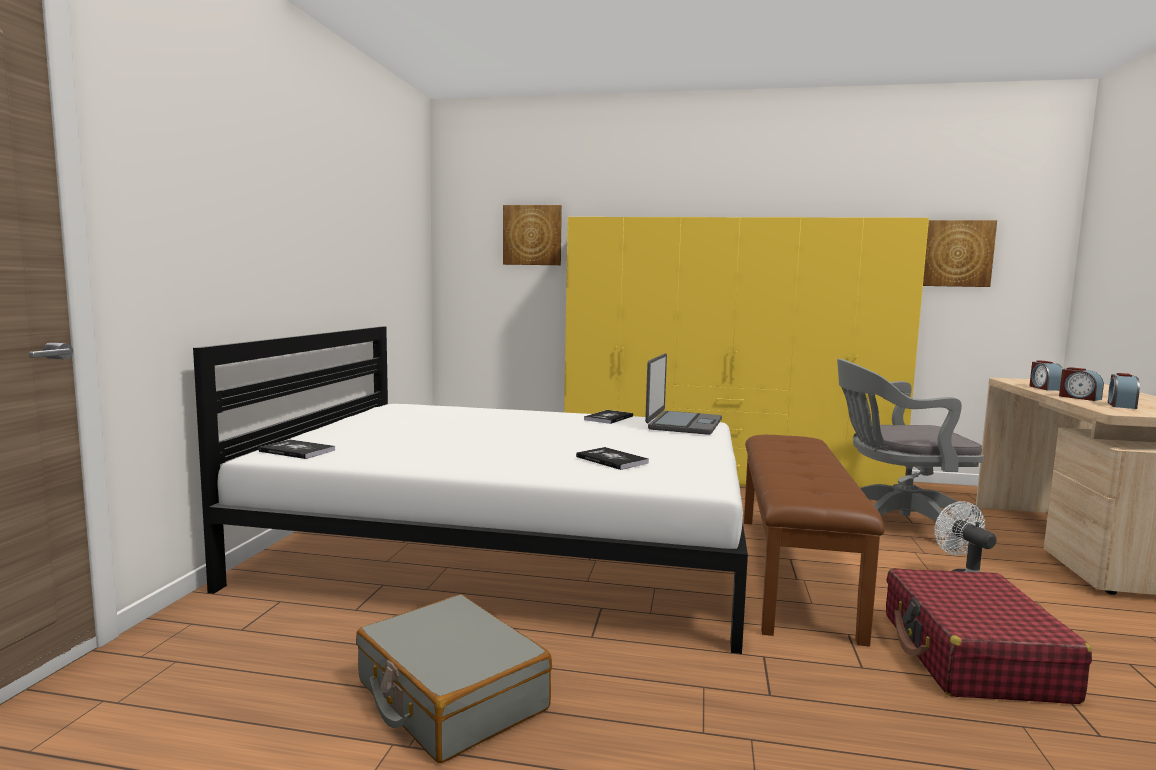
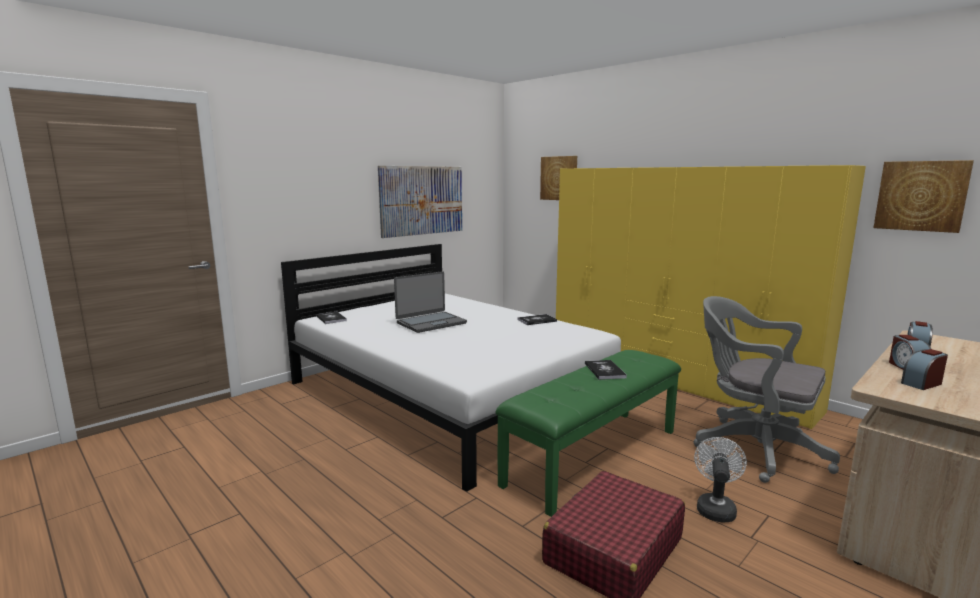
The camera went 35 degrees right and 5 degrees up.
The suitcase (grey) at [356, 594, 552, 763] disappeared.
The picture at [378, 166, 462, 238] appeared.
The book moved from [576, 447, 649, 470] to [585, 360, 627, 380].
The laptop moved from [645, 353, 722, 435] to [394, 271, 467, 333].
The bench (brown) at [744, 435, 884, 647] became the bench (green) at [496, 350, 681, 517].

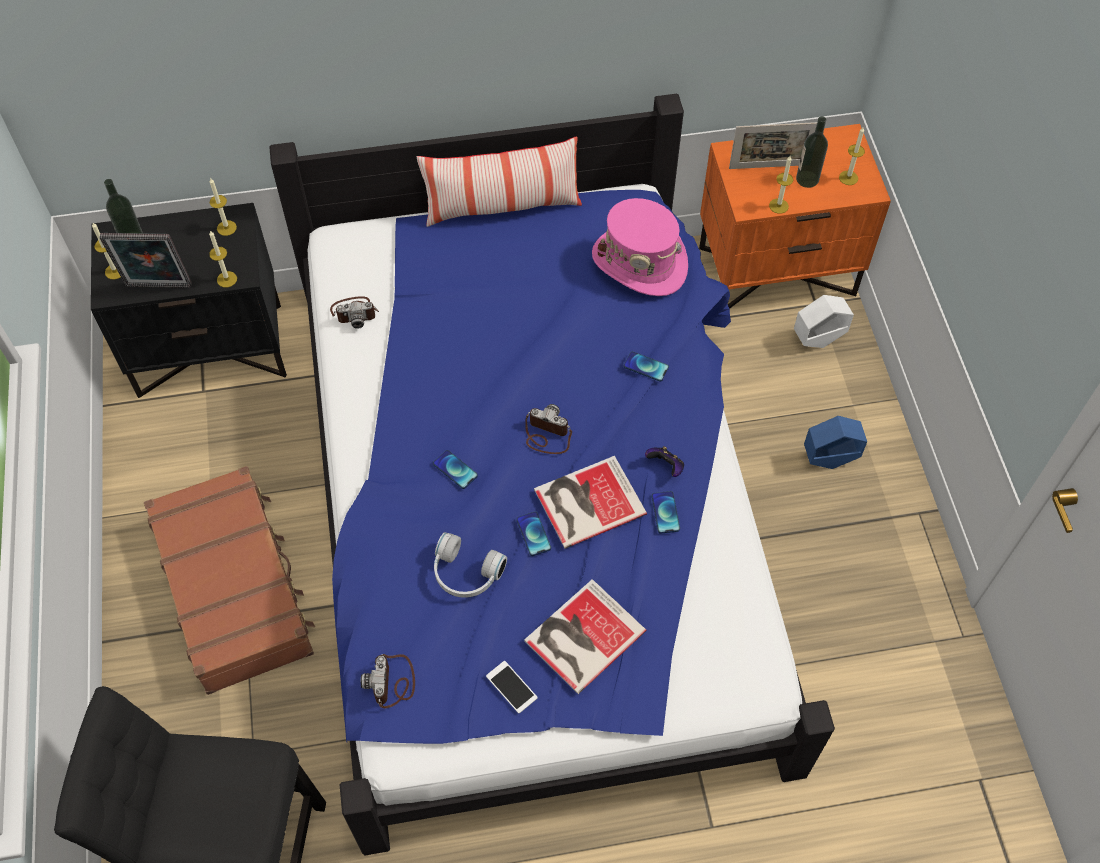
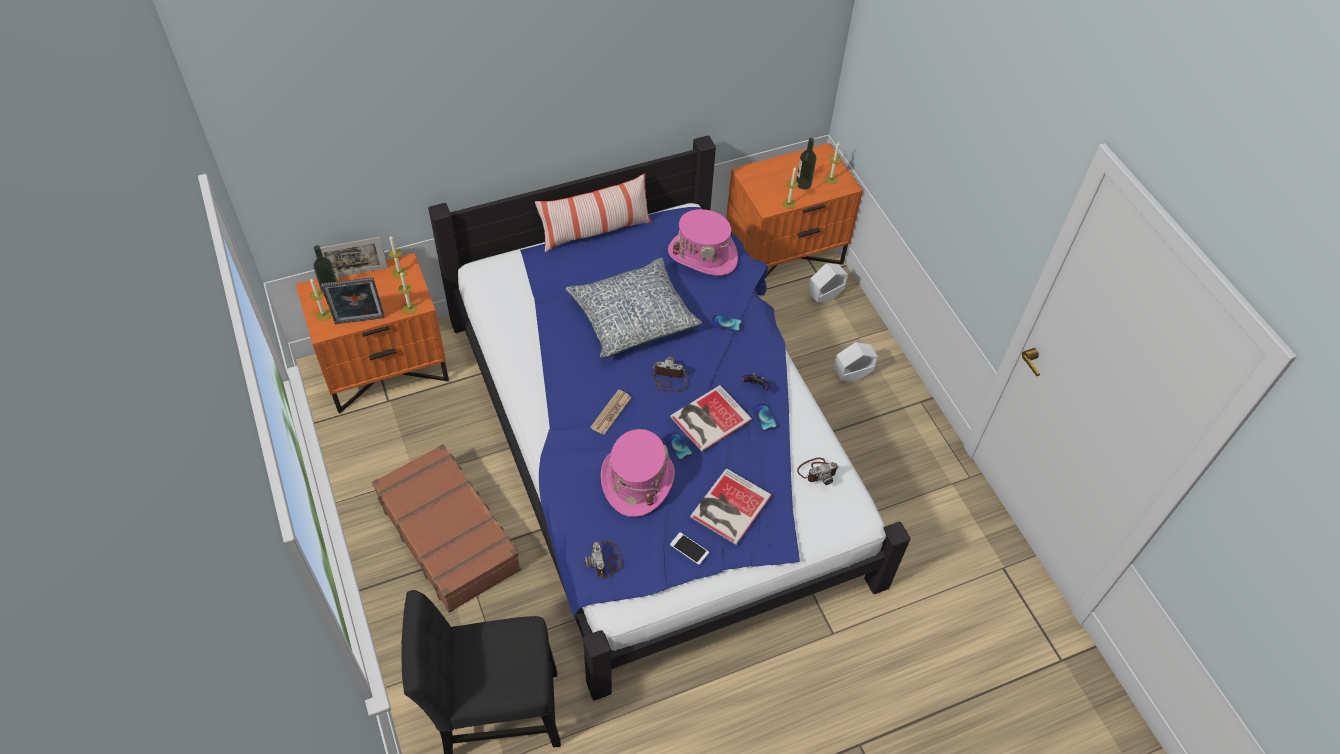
The camera went 15 degrees left and 5 degrees down.
The pillow at [565, 258, 702, 359] appeared.
The photo camera moved from [330, 296, 379, 329] to [797, 458, 838, 485].
The picture frame moved from [729, 122, 817, 169] to [320, 237, 388, 278].
The phone at [433, 450, 478, 489] was replaced by the newspaper at [590, 390, 632, 435].
The headphones (white) at [434, 532, 507, 598] was replaced by the hat (pink) at [601, 429, 675, 517].
The nightstand (black) at [91, 203, 287, 398] became the nightstand (orange) at [296, 253, 449, 413].
The planter (blue) at [804, 416, 867, 469] became the planter (white) at [834, 342, 878, 382].

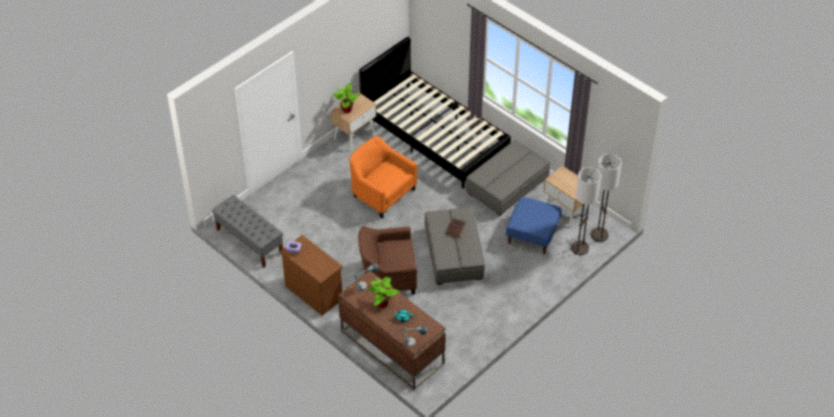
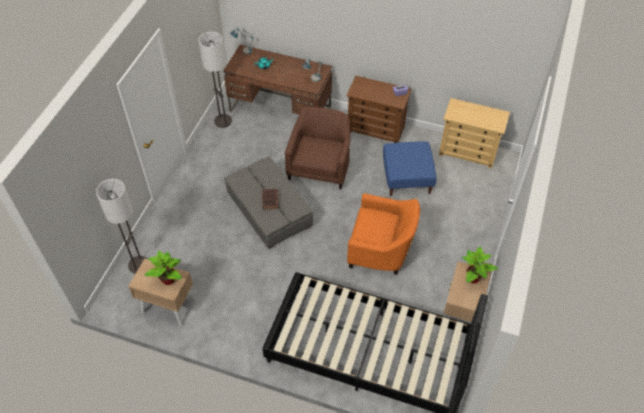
The camera went 155 degrees right and 5 degrees up.
The ottoman (grey) at [466, 140, 550, 216] disappeared.
The potted plant moved from [368, 276, 400, 308] to [145, 250, 182, 285].
The ottoman (blue) moved from [506, 197, 562, 254] to [383, 141, 437, 196].
The floor lamp moved from [591, 154, 622, 242] to [198, 32, 232, 128].
The bench (grey) at [212, 195, 283, 268] was replaced by the dresser (beige) at [439, 98, 510, 168].
The armchair (brown) at [358, 226, 417, 294] turned 45 degrees counterclockwise.

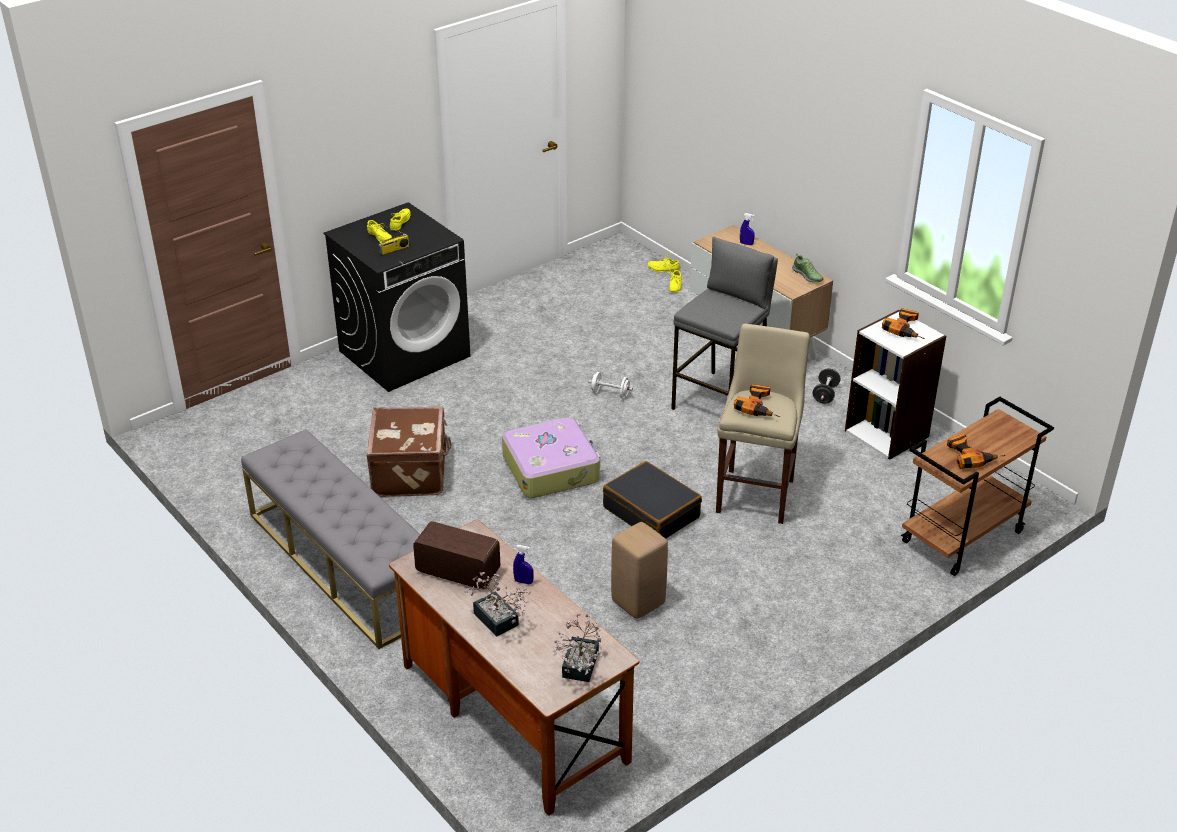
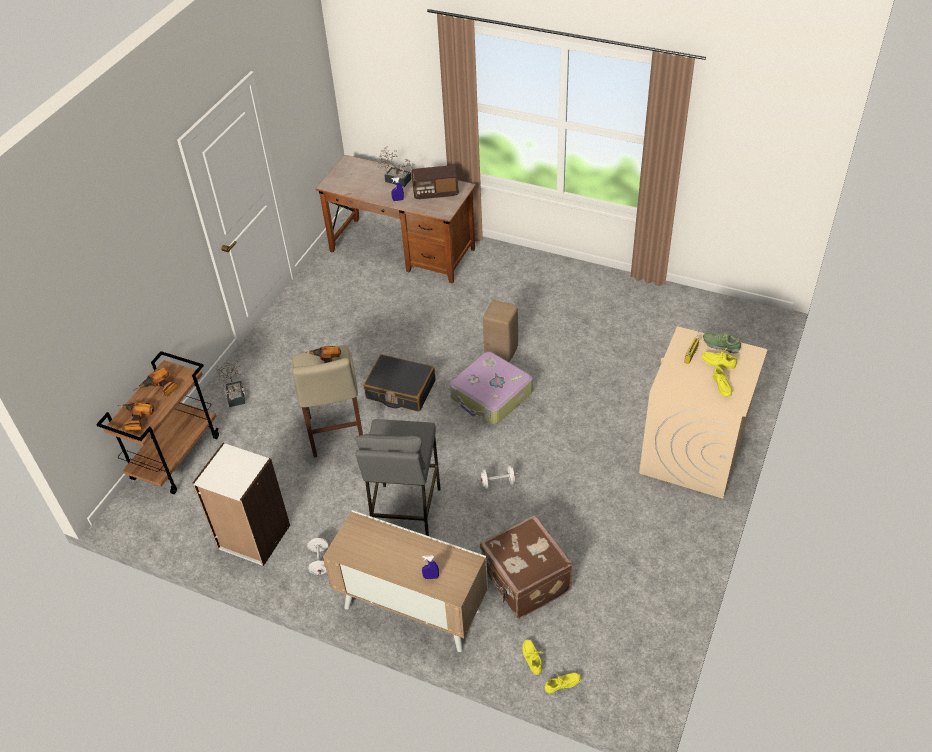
The camera went 155 degrees right and 10 degrees up.
The bench (grey) at [241, 429, 420, 649] disappeared.
The suitcase (brown) moved from [367, 406, 452, 497] to [480, 515, 573, 619].
The potted plant moved from [552, 613, 603, 682] to [215, 360, 246, 407].
The stool (beige) moved from [611, 522, 668, 619] to [483, 301, 518, 362].
The shoe moved from [792, 253, 823, 282] to [703, 333, 742, 353].
The power drill moved from [882, 308, 925, 339] to [117, 402, 154, 431].
The washing machine (black) at [324, 202, 470, 392] became the washing machine (beige) at [639, 326, 768, 499].
The dumbbell (black) at [813, 368, 841, 404] became the dumbbell (white) at [307, 538, 328, 575].

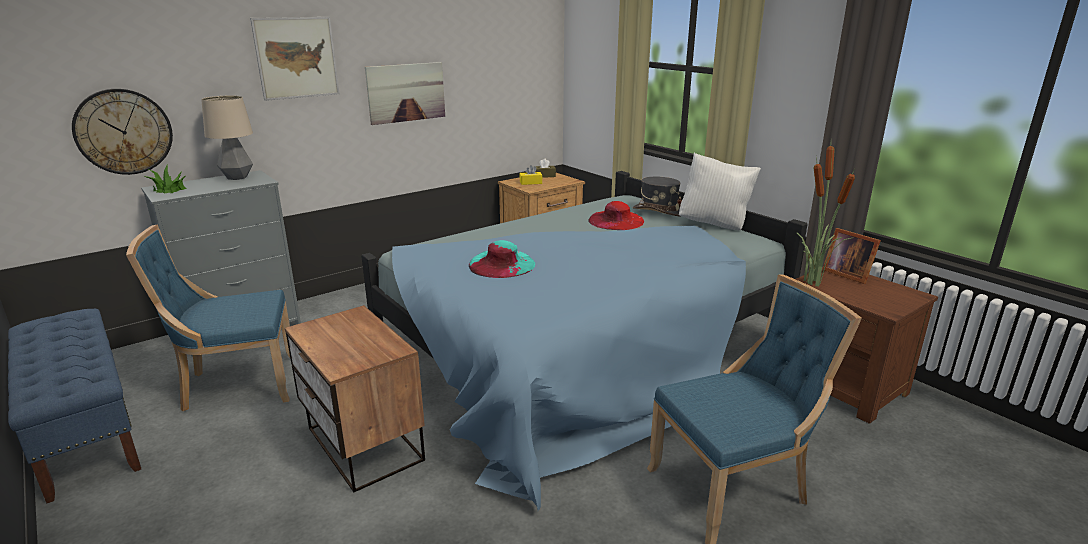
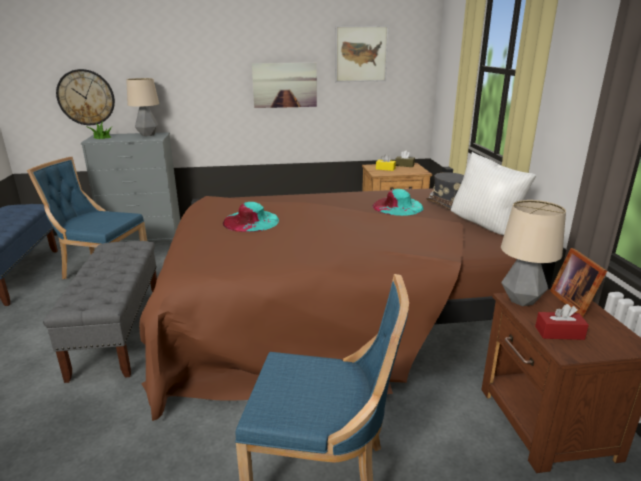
The camera went 30 degrees right and 0 degrees up.
The tissue box (red) at [535, 304, 589, 340] appeared.
The picture moved from [250, 17, 340, 101] to [335, 25, 389, 82].
The nightstand at [285, 305, 425, 492] was replaced by the bench (grey) at [43, 241, 157, 383].
The potted plant at [797, 144, 855, 287] was replaced by the table lamp at [501, 200, 566, 306].
The bed (blue) at [361, 171, 808, 511] became the bed (brown) at [139, 167, 555, 421].
The hat (red) at [588, 201, 644, 230] became the hat (turquoise) at [372, 189, 424, 216].

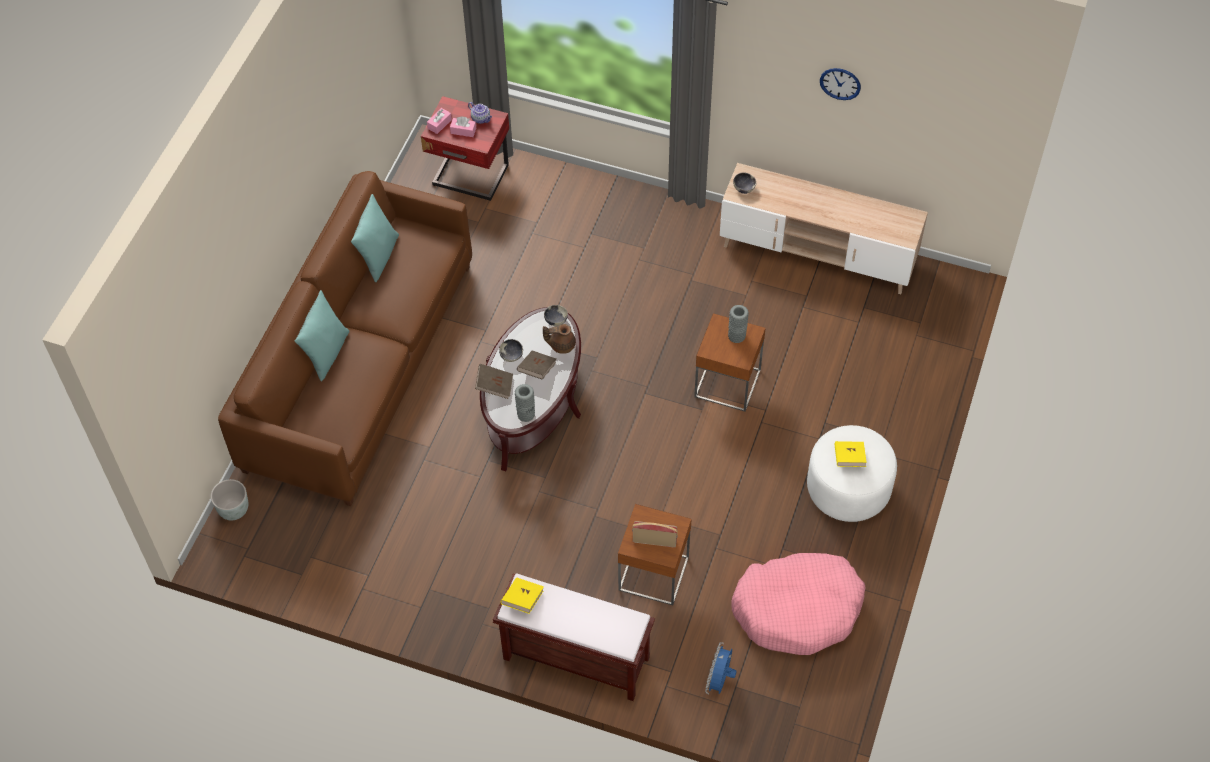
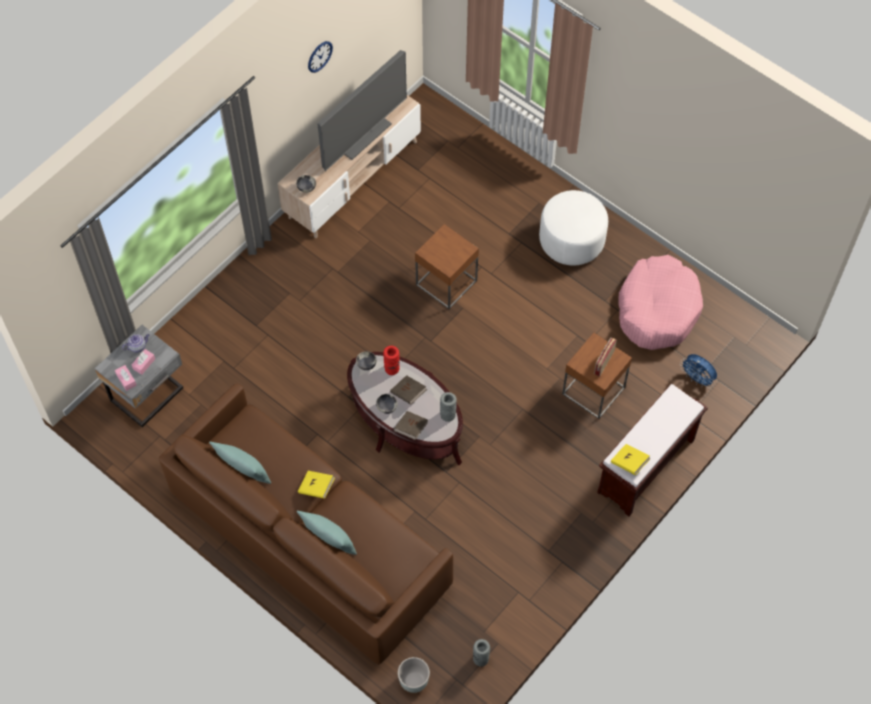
The camera went 70 degrees left and 5 degrees up.
The television at [317, 50, 407, 171] appeared.
The vase (grey) moved from [728, 305, 749, 343] to [473, 639, 490, 667].
The book (yellow) moved from [834, 441, 867, 467] to [298, 471, 335, 499].
The teapot (brown) at [543, 324, 576, 354] was replaced by the vase (red) at [383, 346, 400, 375].
The nightstand (red) at [421, 96, 509, 201] became the nightstand (grey) at [95, 325, 183, 427].

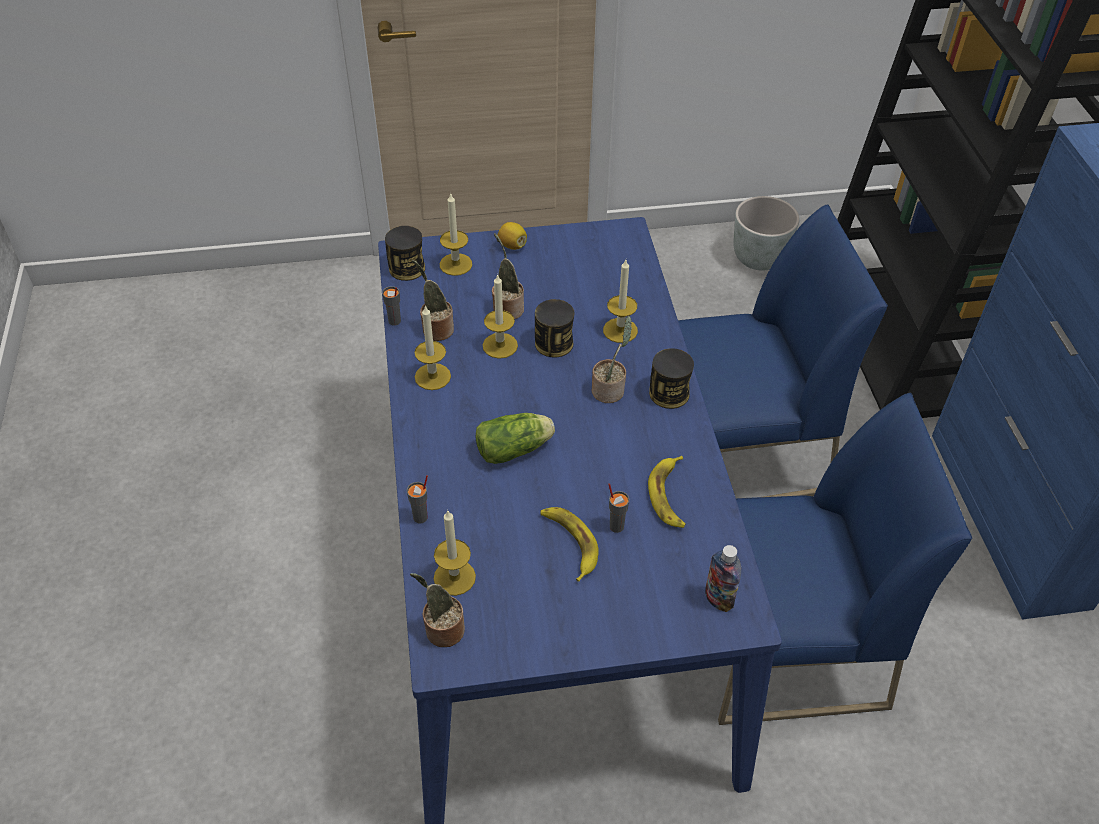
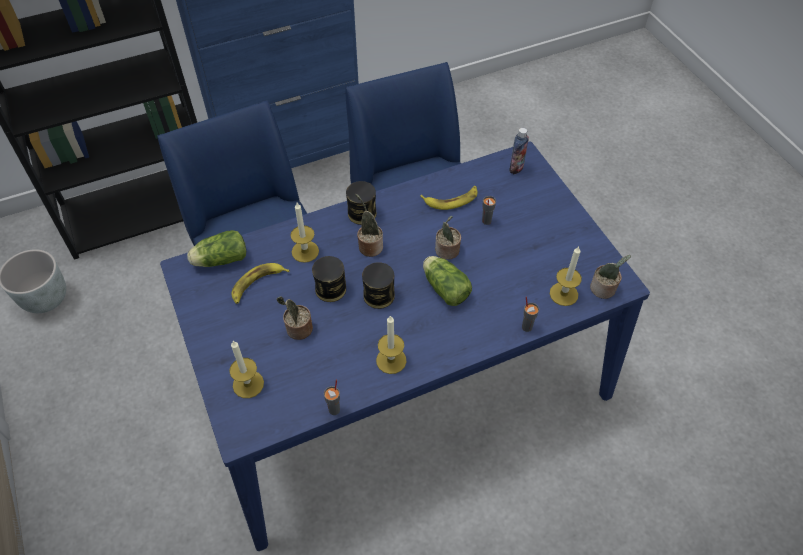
The camera went 105 degrees left and 5 degrees up.
The candle at [483, 274, 518, 359] disappeared.
The lemon at [498, 222, 527, 250] disappeared.
The lettuce at [187, 230, 246, 267] appeared.
The can moved from [385, 226, 425, 281] to [362, 262, 395, 309].
The potted plant moved from [412, 260, 454, 341] to [435, 216, 461, 260].
The banana moved from [541, 507, 598, 582] to [231, 263, 290, 304].

